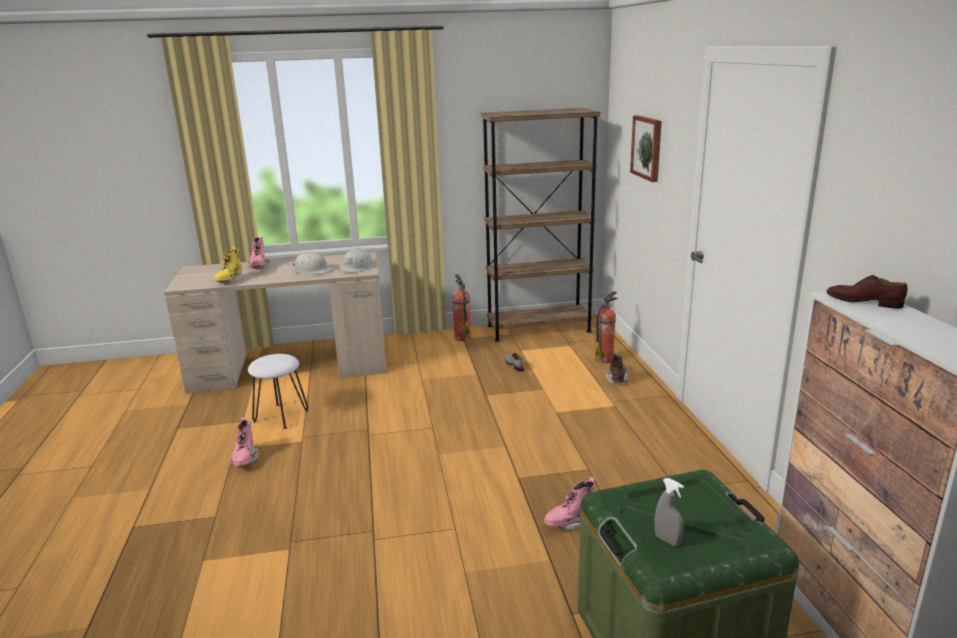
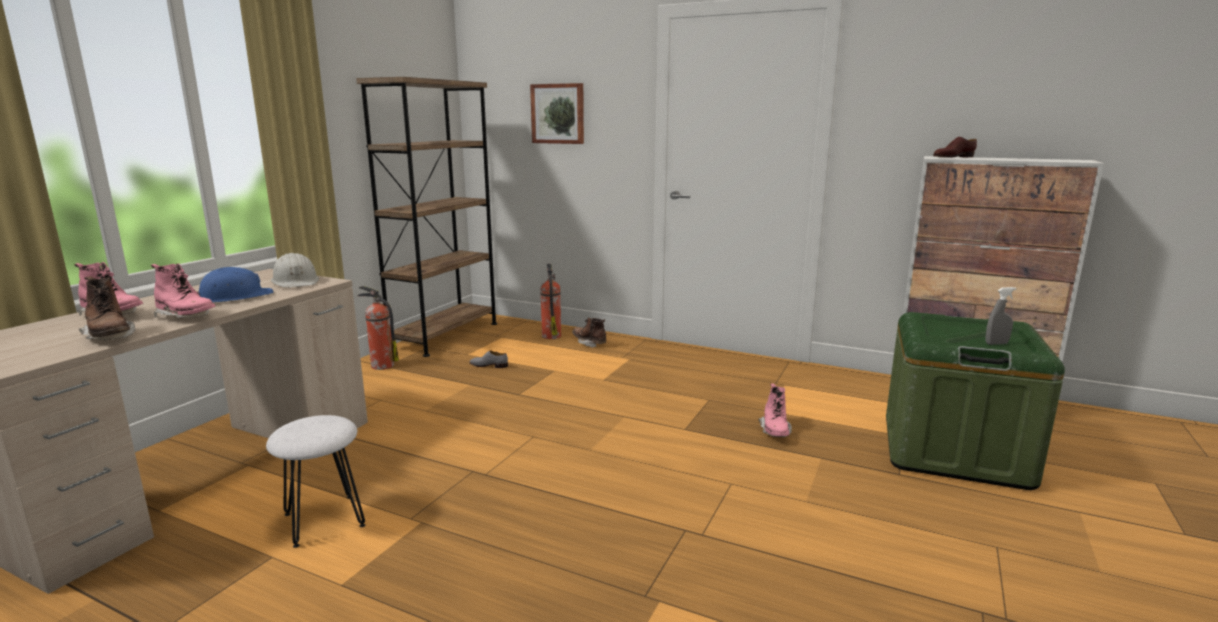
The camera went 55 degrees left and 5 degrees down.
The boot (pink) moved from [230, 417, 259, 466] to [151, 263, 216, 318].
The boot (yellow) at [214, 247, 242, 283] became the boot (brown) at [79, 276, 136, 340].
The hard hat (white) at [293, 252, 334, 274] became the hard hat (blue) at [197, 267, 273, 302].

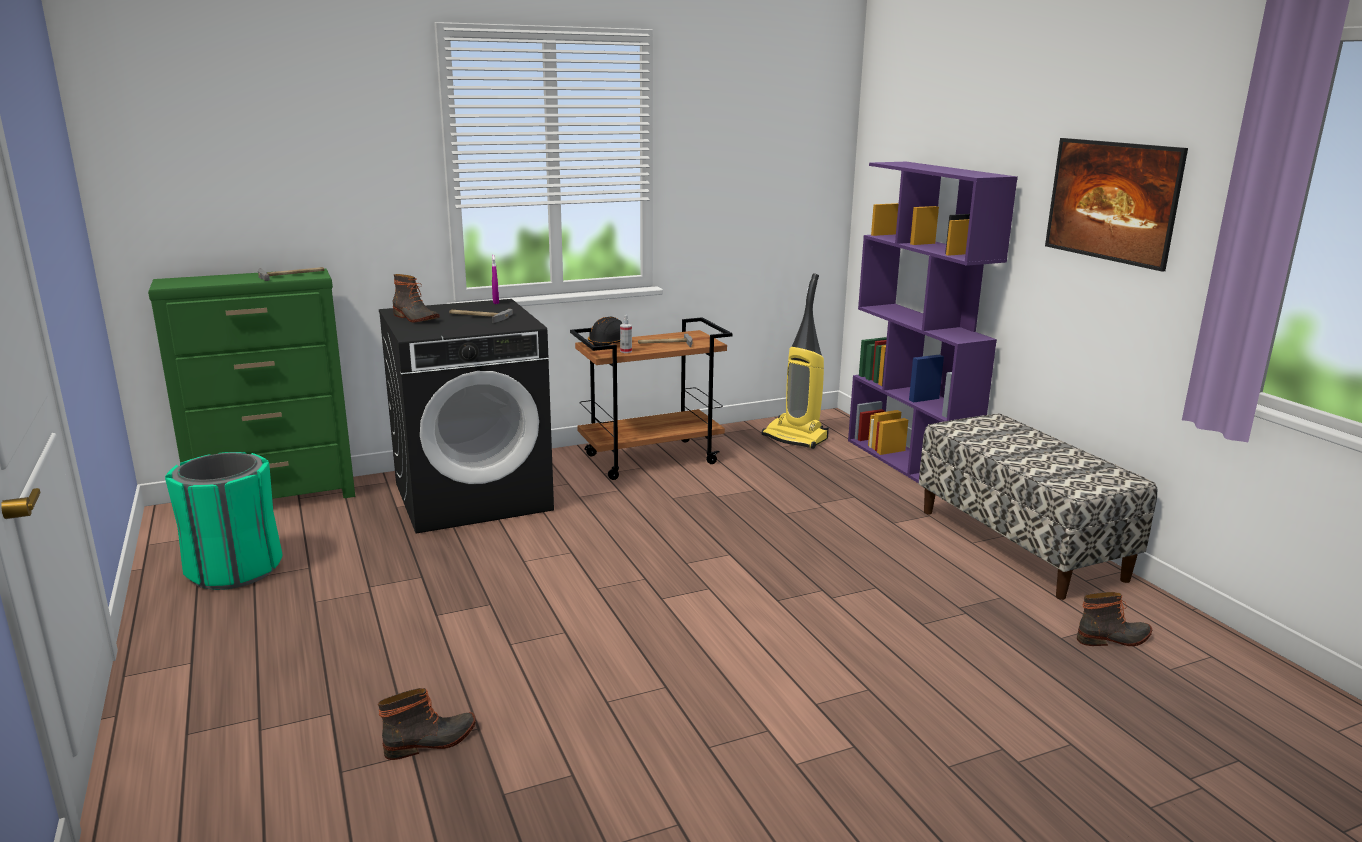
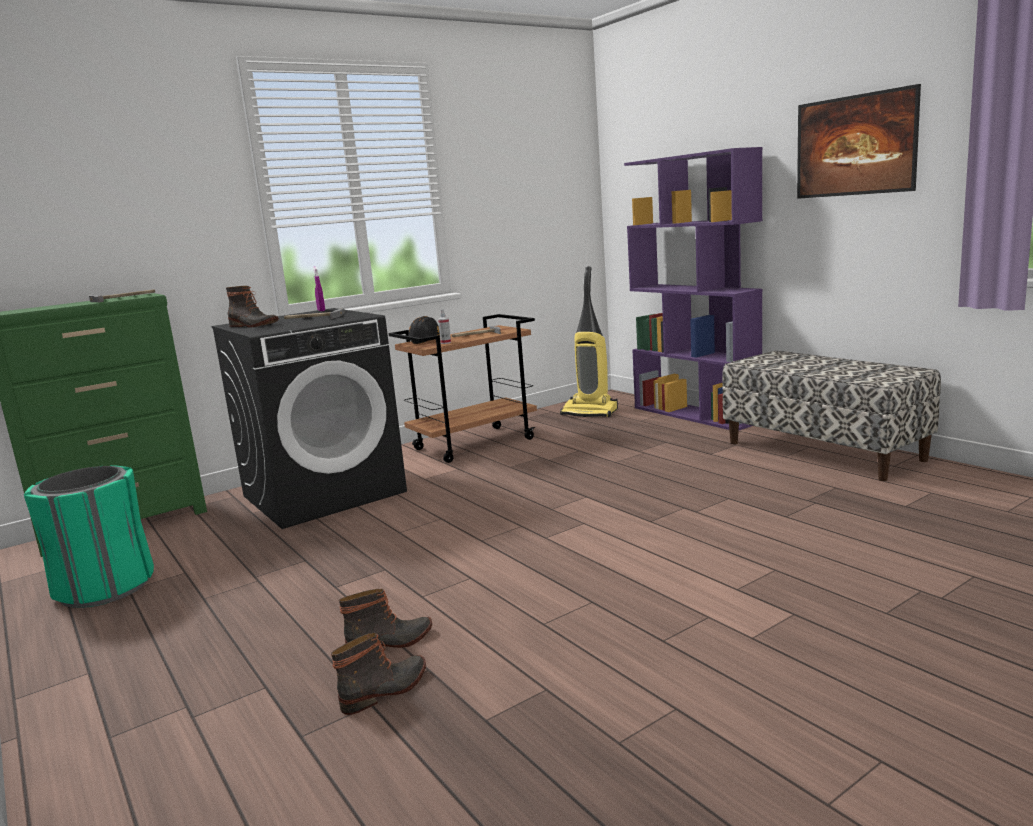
The camera went 10 degrees left and 5 degrees down.
The boot moved from [1077, 592, 1152, 646] to [339, 589, 432, 648].

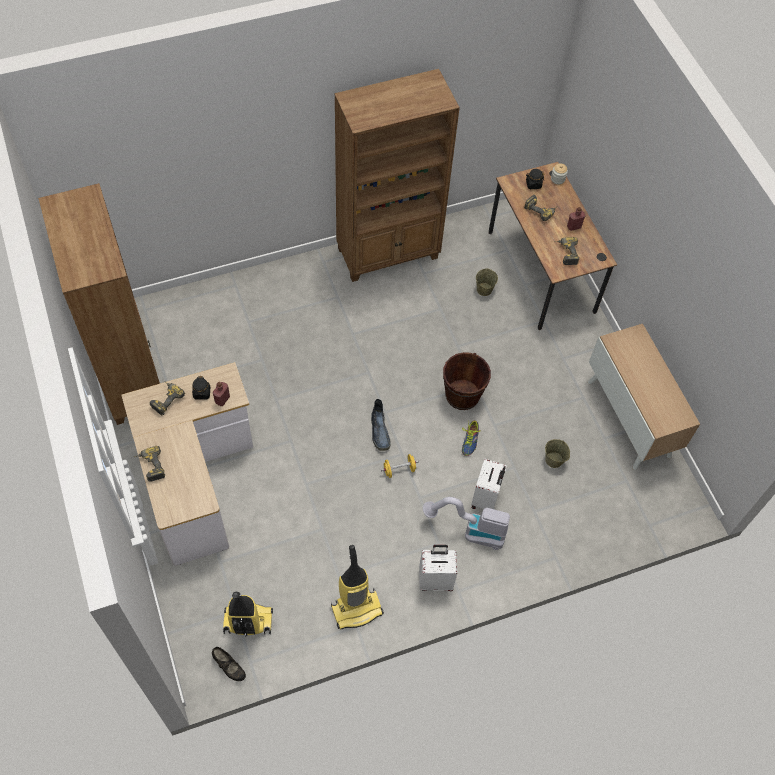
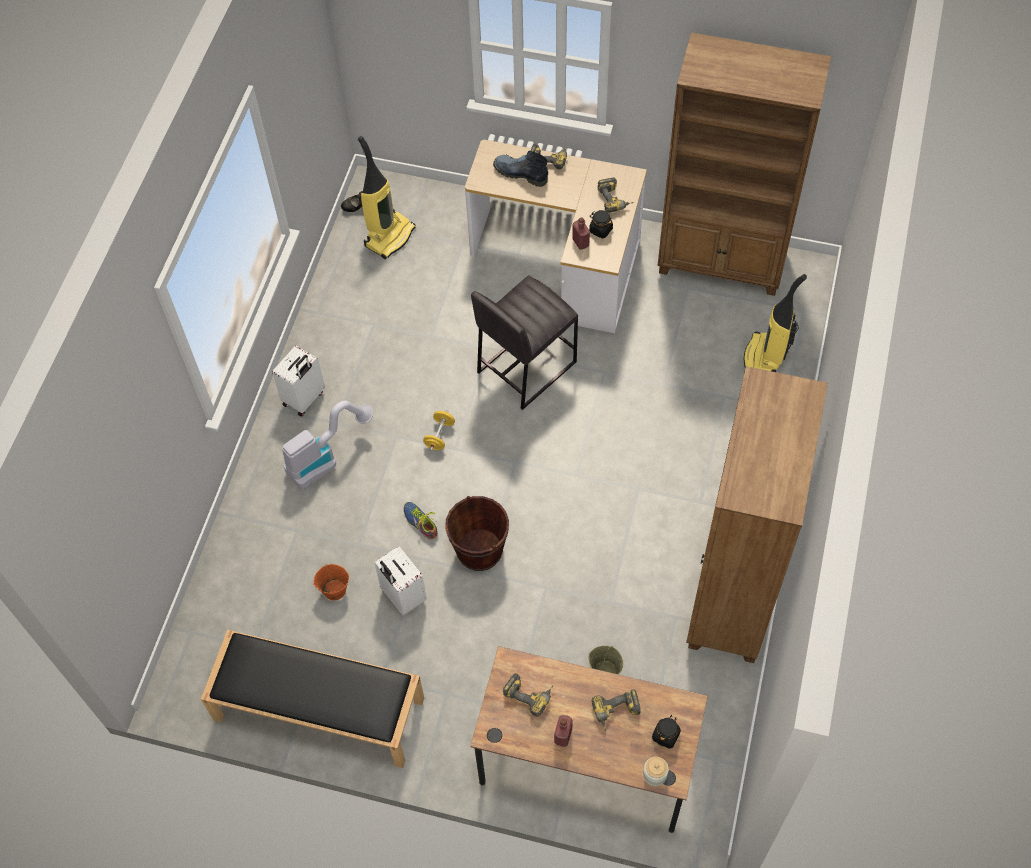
The camera went 130 degrees right and 0 degrees up.
The stool (grey) at [471, 275, 578, 410] appeared.
The vacuum cleaner moved from [331, 545, 384, 629] to [744, 274, 807, 372].
The boot moved from [371, 399, 390, 451] to [493, 151, 548, 187].
The suitcase (white) moved from [471, 459, 507, 509] to [374, 546, 427, 616].
The cabinet at [588, 324, 700, 470] was replaced by the bench (black) at [201, 630, 424, 768].
The bucket (beige) at [545, 439, 570, 468] became the bucket (orange) at [313, 564, 349, 600].

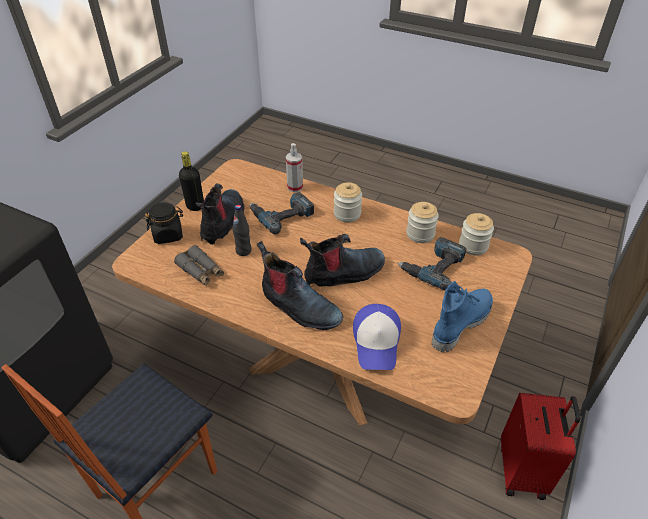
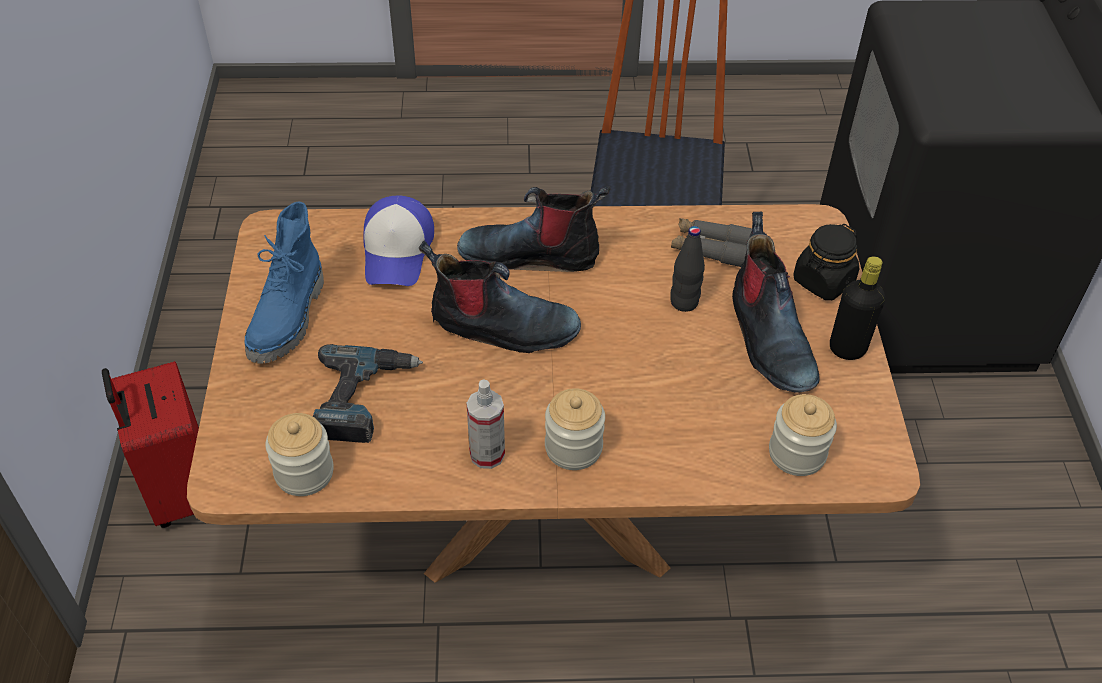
The camera went 150 degrees right and 5 degrees up.
The power drill at [250, 192, 314, 234] disappeared.
The spray bottle moved from [286, 143, 303, 192] to [467, 379, 505, 469].
The jar moved from [406, 202, 439, 243] to [769, 394, 837, 476].
The boot at [300, 234, 385, 287] turned 120 degrees counterclockwise.
The cap at [353, 304, 401, 370] turned 150 degrees counterclockwise.

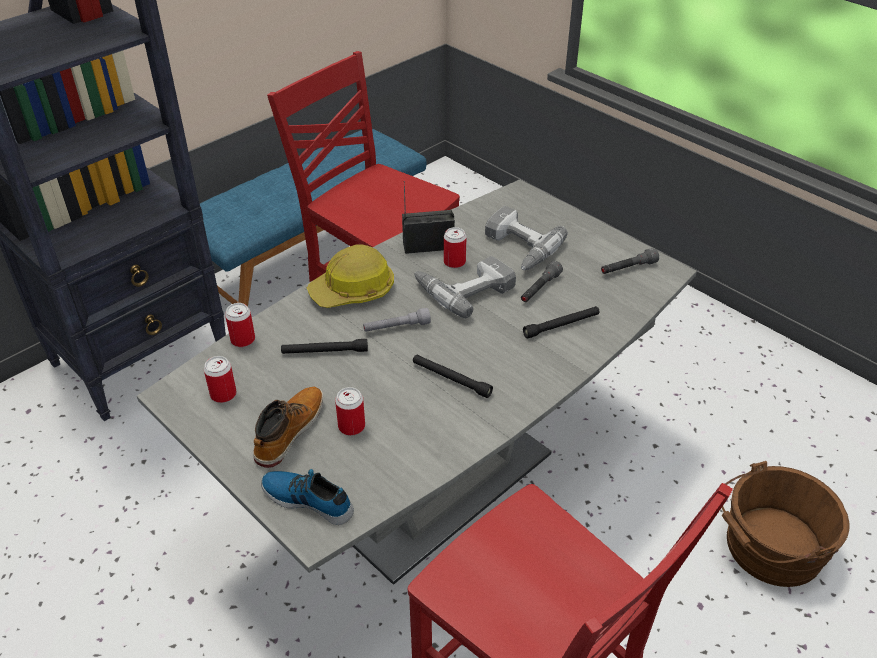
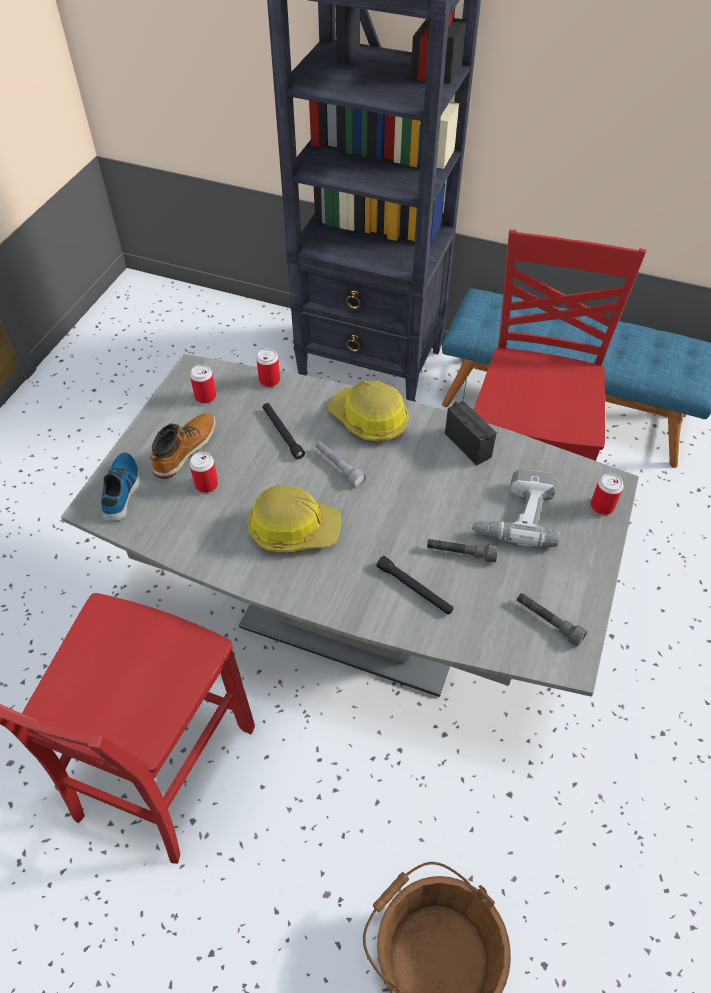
The camera went 65 degrees right and 10 degrees up.
The power drill at [414, 256, 516, 318] disappeared.
The can moved from [444, 227, 466, 268] to [590, 473, 624, 515].
The flashlight (black) at [413, 355, 493, 398] was replaced by the hard hat at [247, 485, 341, 552].
The boot at [253, 387, 323, 468] turned 60 degrees counterclockwise.

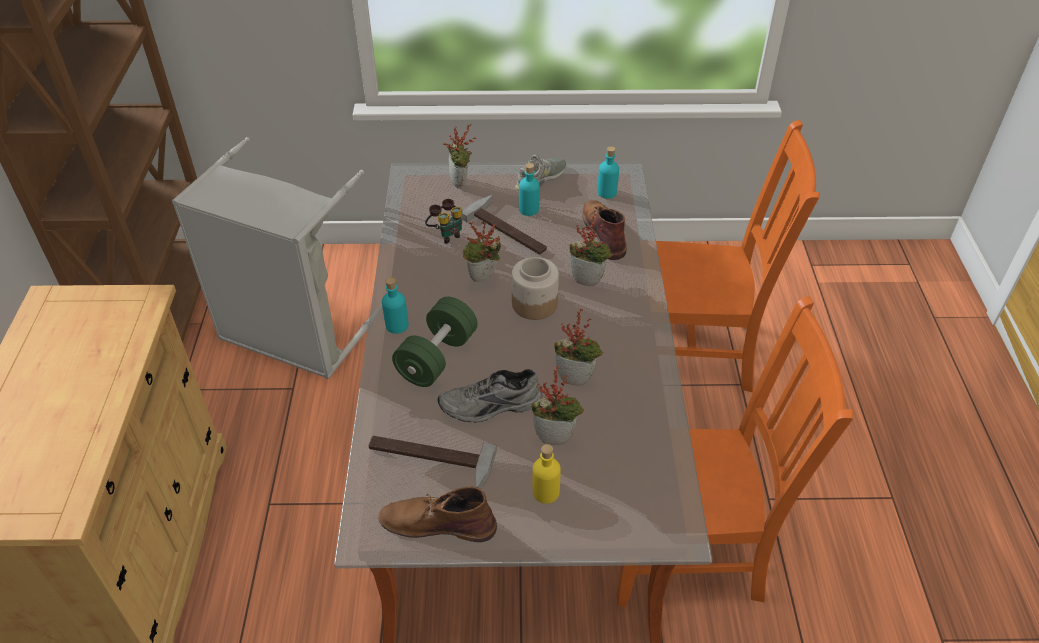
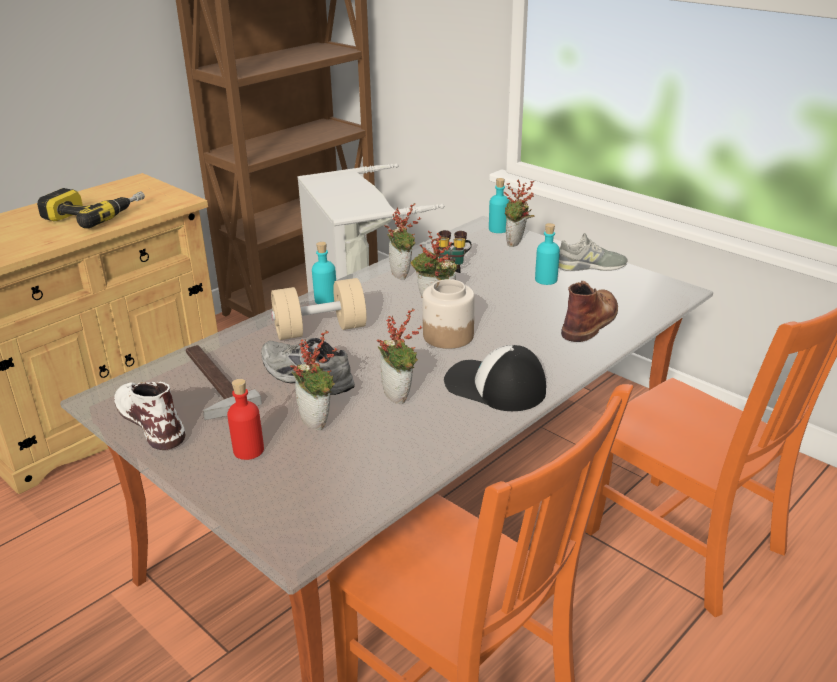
The camera went 45 degrees right and 15 degrees down.
The hammer at [461, 195, 547, 254] disappeared.
The power drill at [37, 188, 145, 229] appeared.
The cap at [444, 345, 546, 411] appeared.
The potted plant moved from [570, 214, 613, 286] to [384, 203, 421, 279].
The bottle (turquoise) moved from [597, 146, 619, 199] to [489, 178, 509, 233].
The boot (brown) at [378, 486, 497, 542] became the boot (white) at [114, 382, 186, 450].
The dumbbell (green) at [392, 297, 478, 387] became the dumbbell (beige) at [271, 278, 367, 340].
The bottle (yellow) at [533, 444, 561, 504] became the bottle (red) at [227, 379, 264, 460].

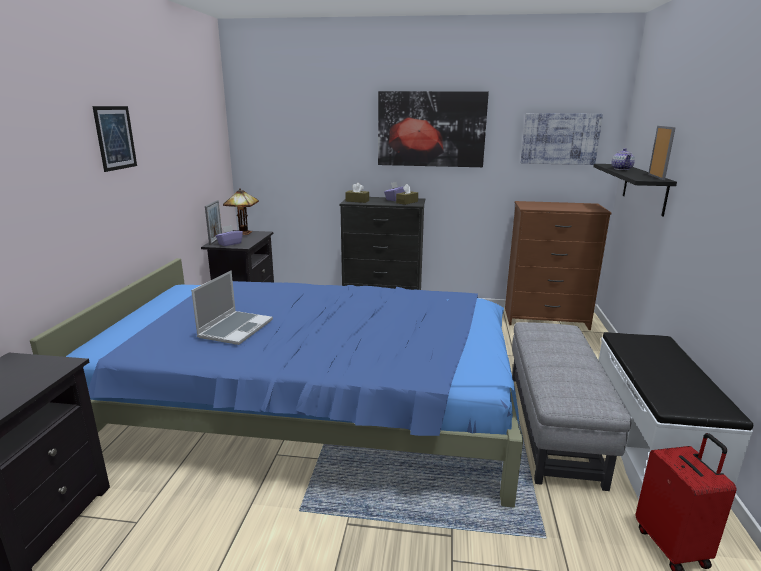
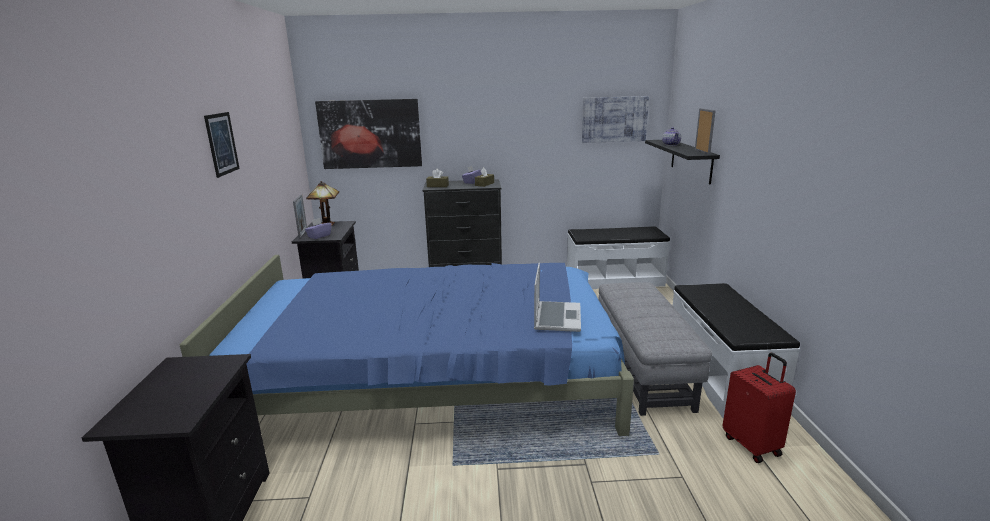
The camera went 10 degrees left and 0 degrees up.
The laptop moved from [191, 270, 273, 345] to [534, 263, 581, 332].
The picture moved from [378, 91, 489, 167] to [315, 99, 422, 169].
The dresser (brown) at [505, 201, 612, 330] was replaced by the bench (white) at [567, 226, 670, 289].

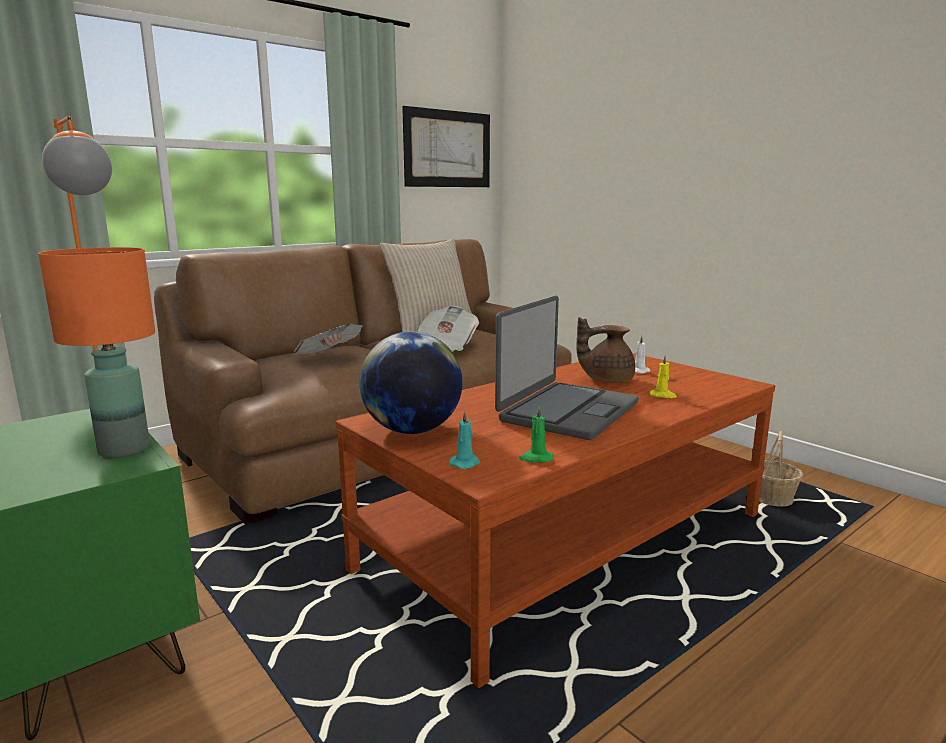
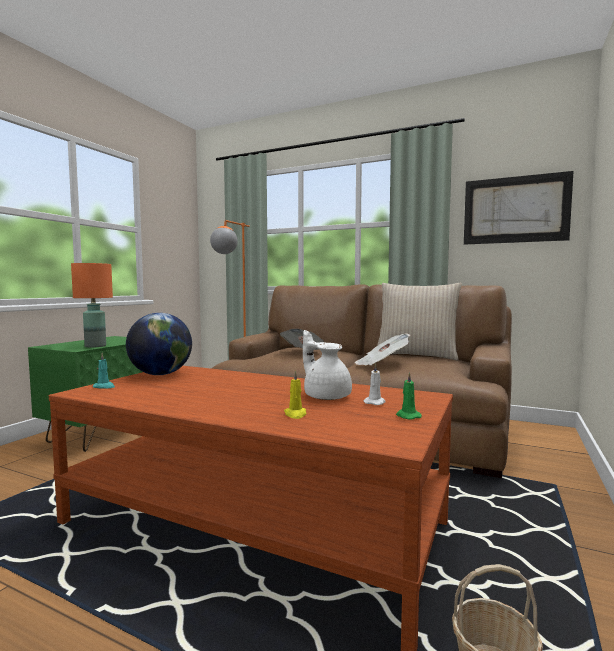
The camera went 65 degrees right and 10 degrees down.
The laptop at [495, 295, 639, 440] disappeared.
The candle (green) moved from [519, 406, 553, 462] to [396, 372, 422, 420].
The teapot (brown) at [576, 317, 635, 383] became the teapot (white) at [303, 330, 352, 400].

